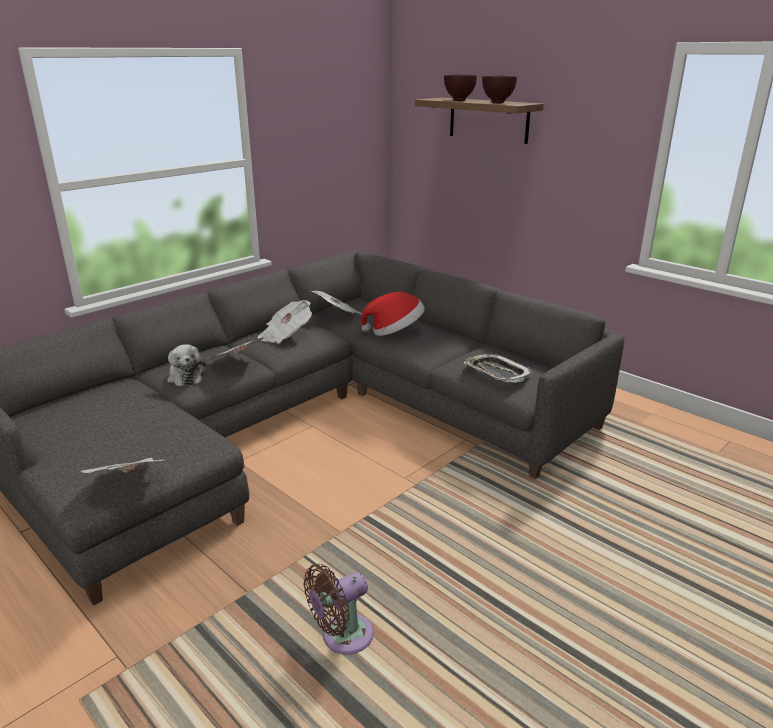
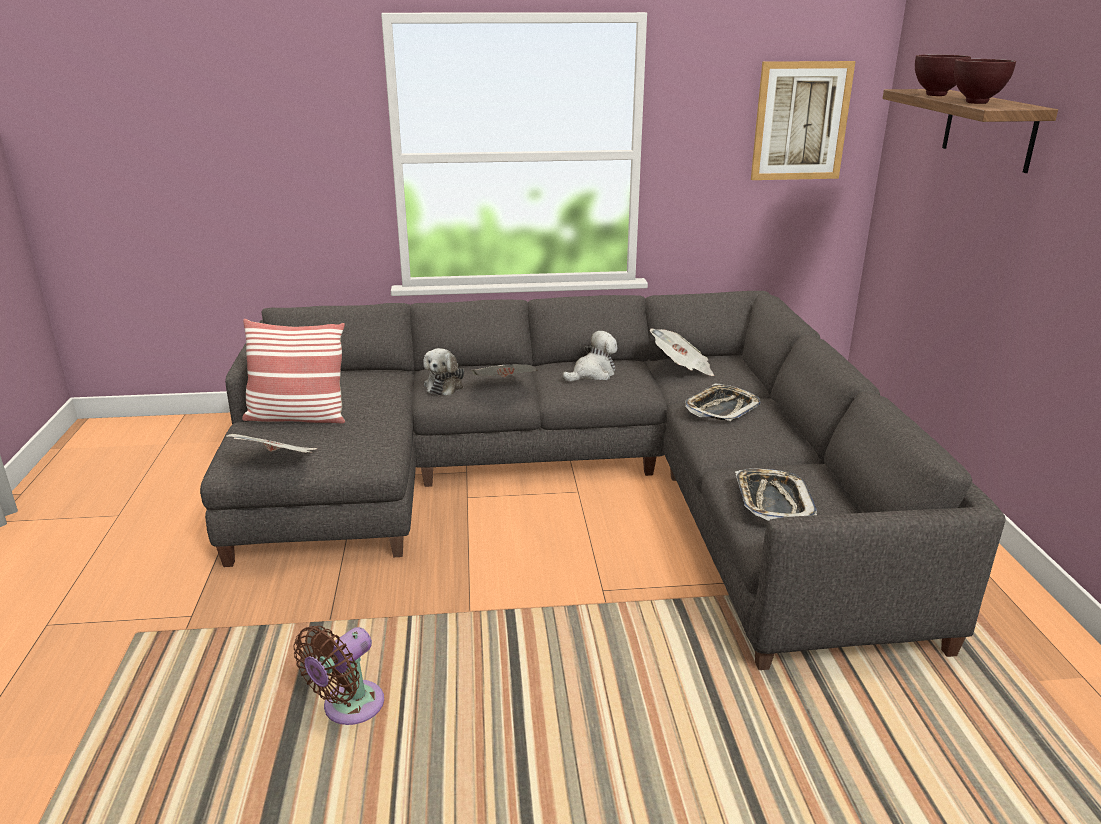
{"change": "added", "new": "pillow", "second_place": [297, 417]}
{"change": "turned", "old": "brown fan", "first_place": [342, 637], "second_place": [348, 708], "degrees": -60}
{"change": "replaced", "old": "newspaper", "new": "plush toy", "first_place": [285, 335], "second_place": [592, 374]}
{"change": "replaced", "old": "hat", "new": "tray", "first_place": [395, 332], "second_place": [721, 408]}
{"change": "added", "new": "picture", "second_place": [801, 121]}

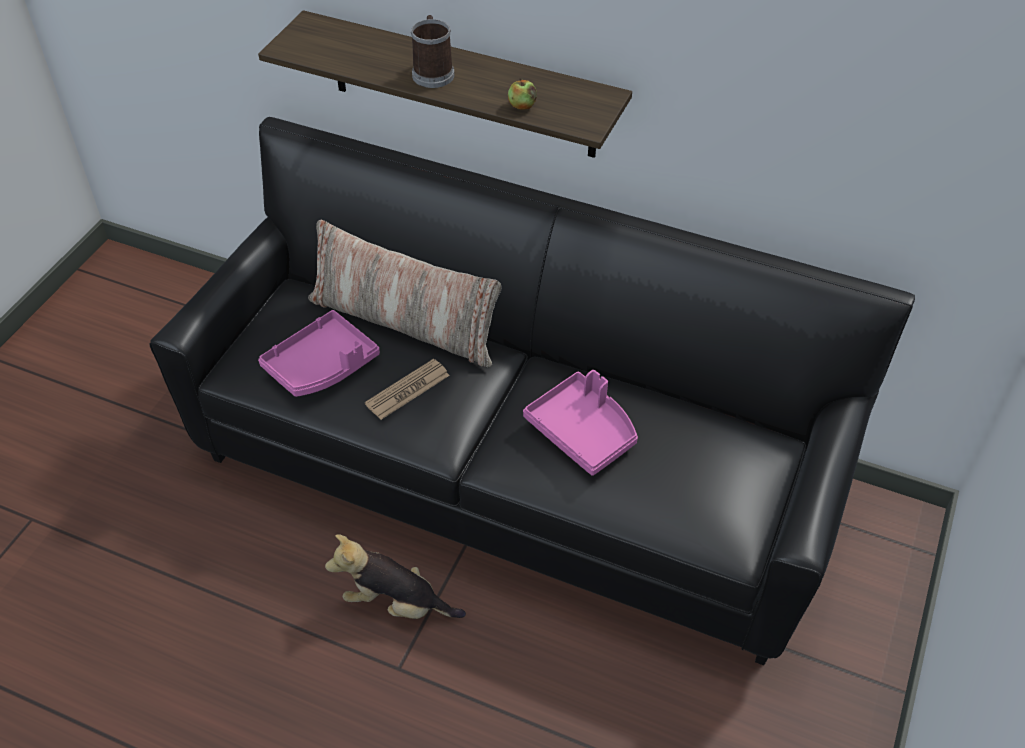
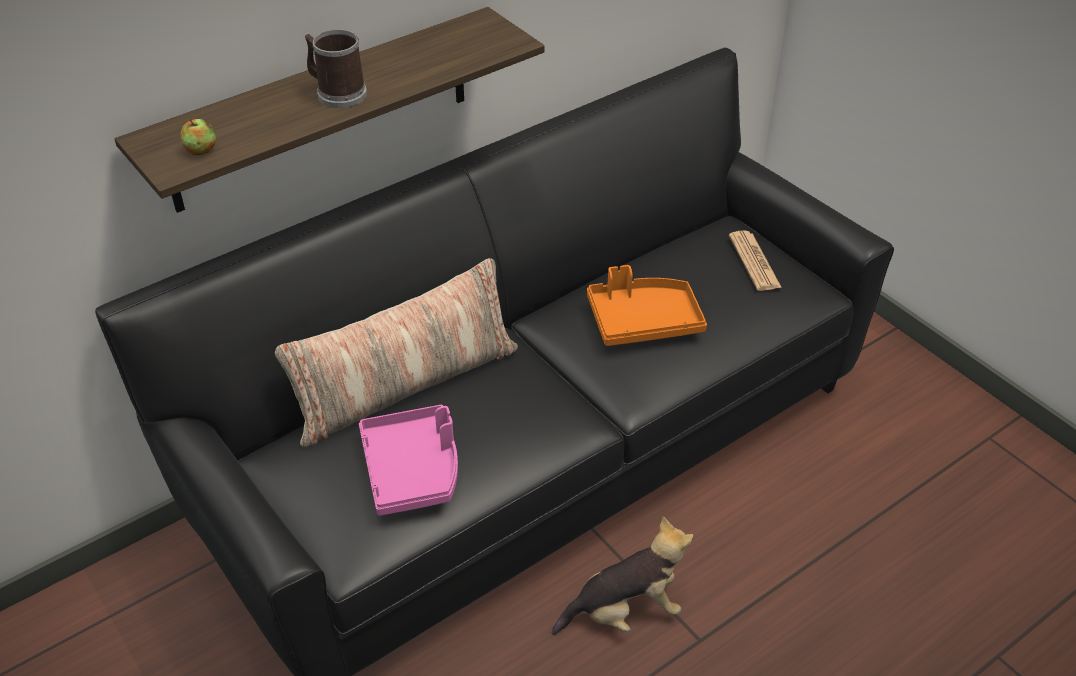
{"change": "moved", "old": "apple", "first_place": [522, 105], "second_place": [201, 150]}
{"change": "turned", "old": "plush toy", "first_place": [396, 604], "second_place": [625, 611], "degrees": -150}
{"change": "recoloured", "old": "pink tray", "new": "orange tray", "first_place": [583, 431], "second_place": [643, 321]}
{"change": "moved", "old": "newspaper", "first_place": [407, 390], "second_place": [754, 261]}

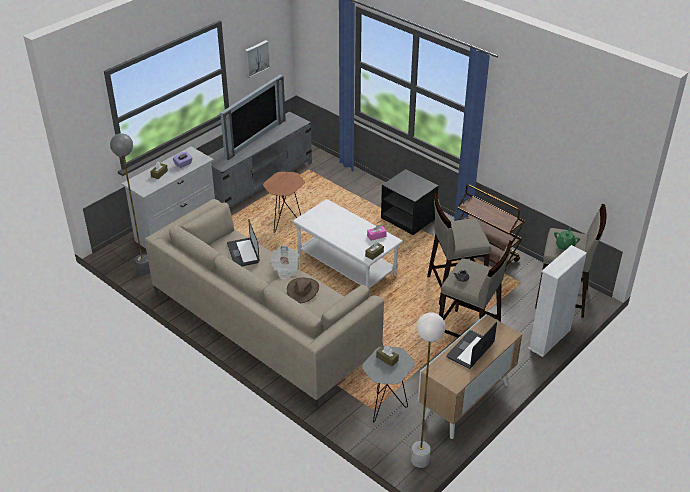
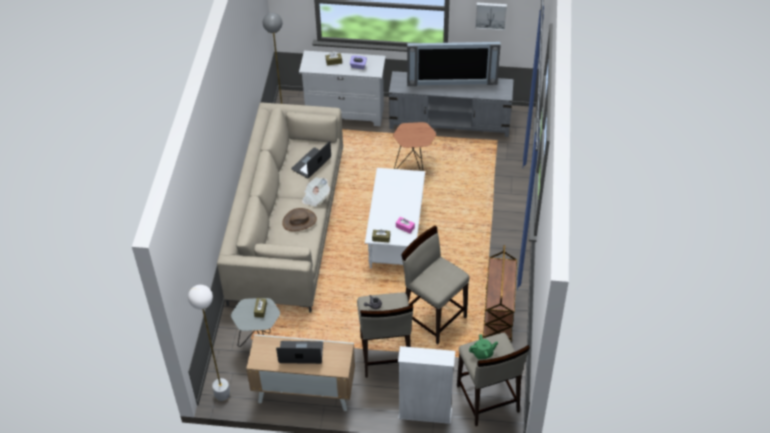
{"change": "removed", "old": "black nightstand", "first_place": [409, 218]}

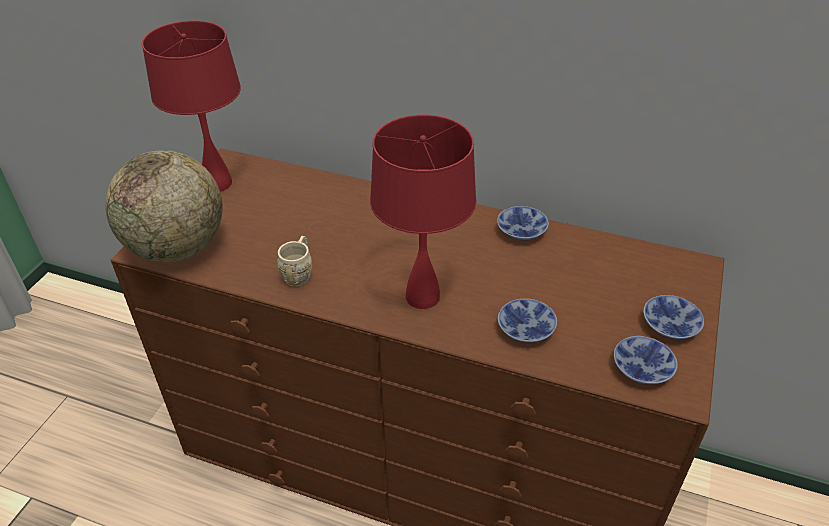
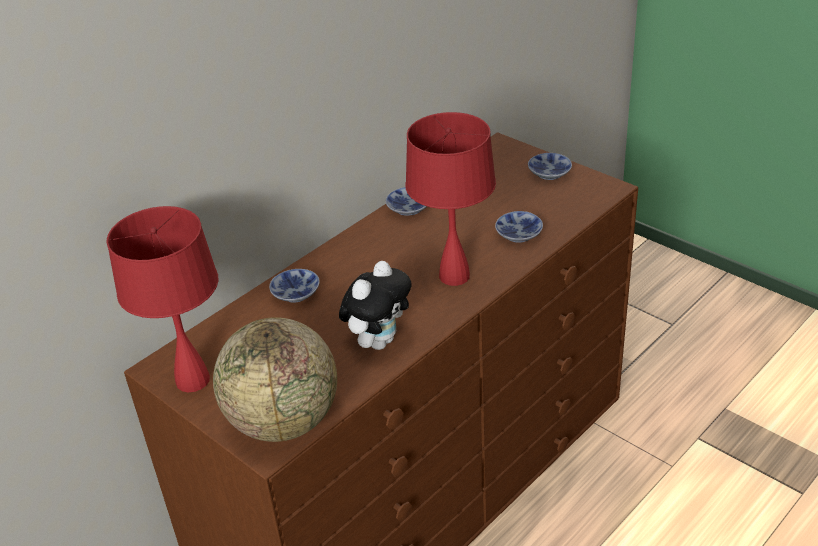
{"change": "moved", "old": "bowl", "first_place": [644, 370], "second_place": [297, 293]}
{"change": "replaced", "old": "beige mug", "new": "plush toy", "first_place": [299, 272], "second_place": [379, 341]}

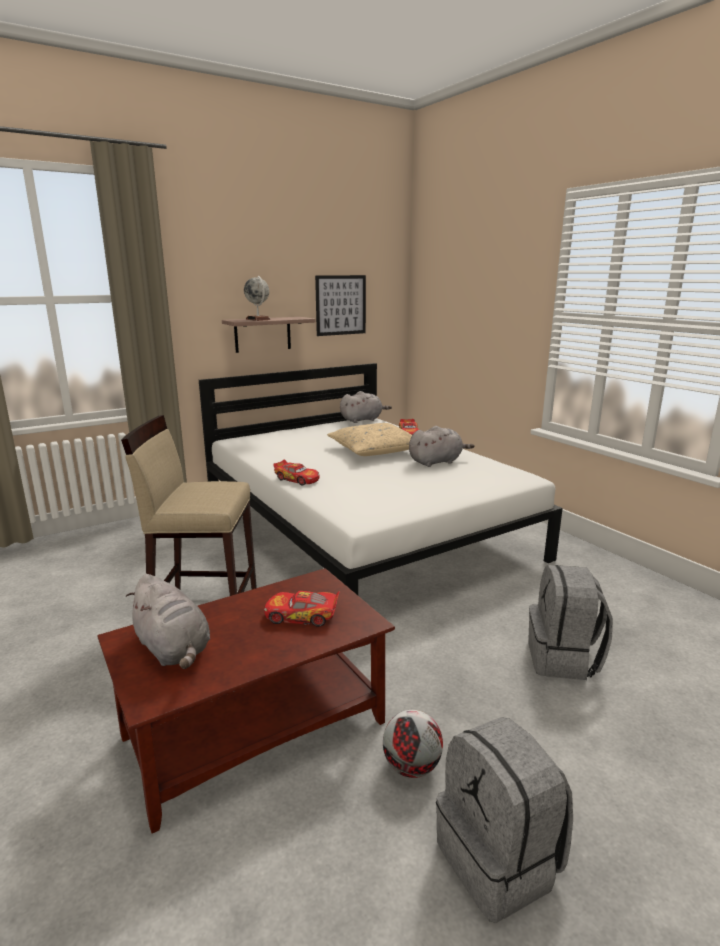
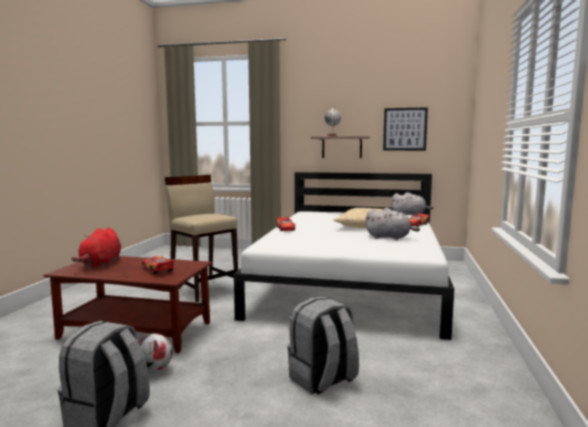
{"change": "recoloured", "old": "grey plush toy", "new": "red plush toy", "first_place": [173, 649], "second_place": [101, 264]}

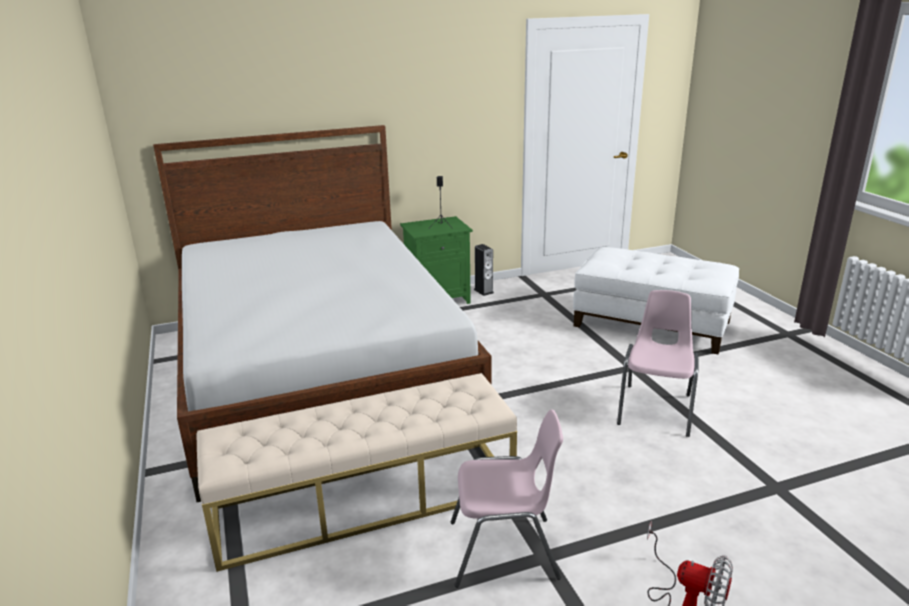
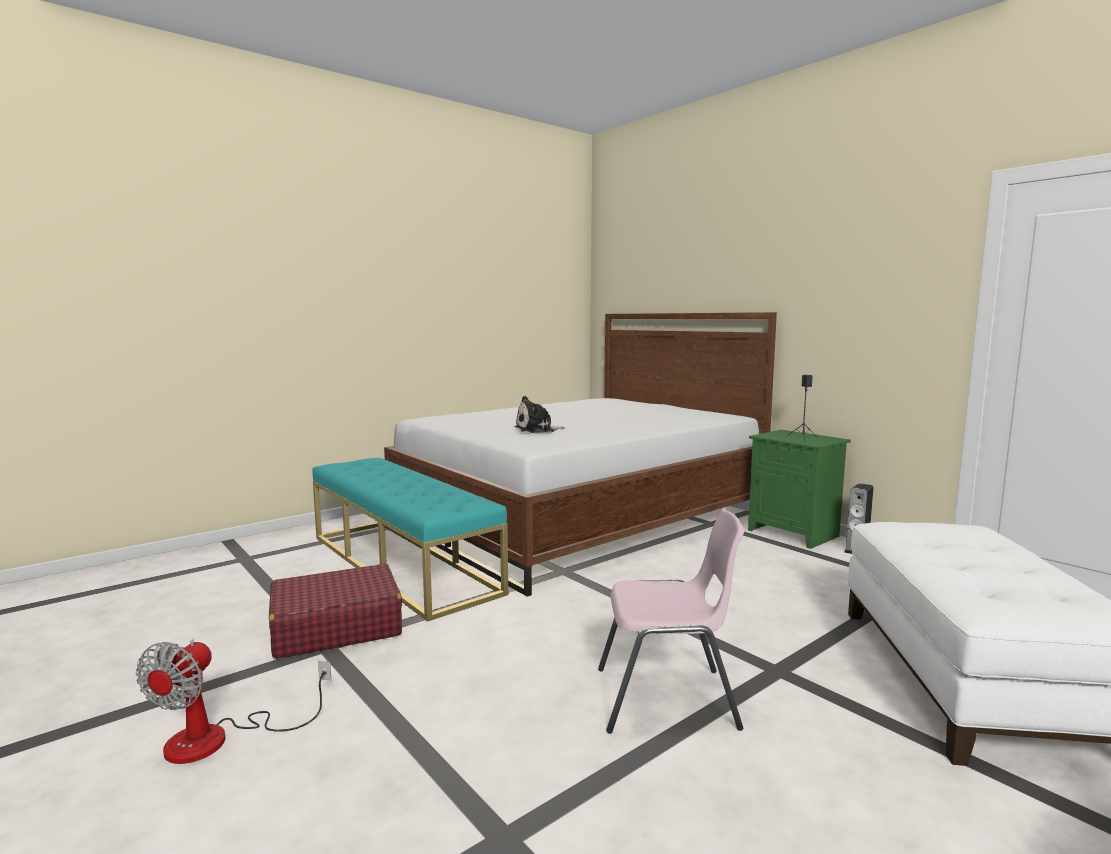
{"change": "replaced", "old": "pink chair", "new": "red suitcase", "first_place": [505, 551], "second_place": [335, 627]}
{"change": "recoloured", "old": "beige bench", "new": "turquoise bench", "first_place": [365, 499], "second_place": [402, 563]}
{"change": "added", "new": "plush toy", "second_place": [537, 430]}

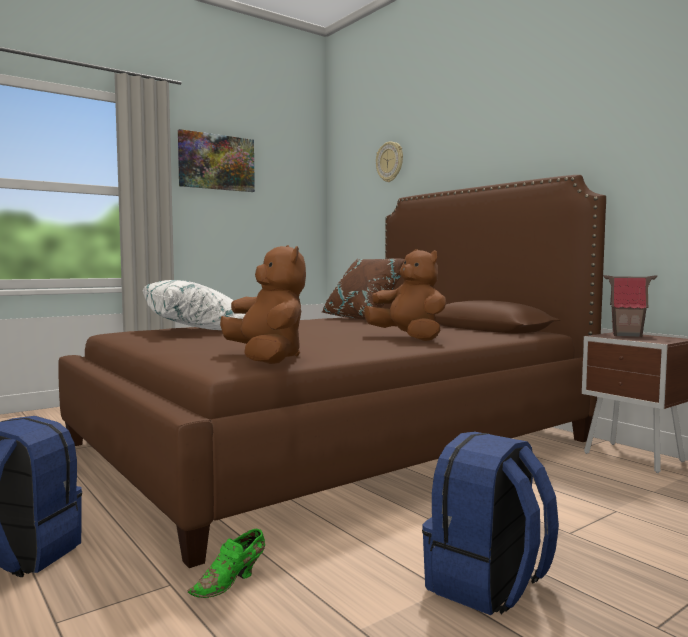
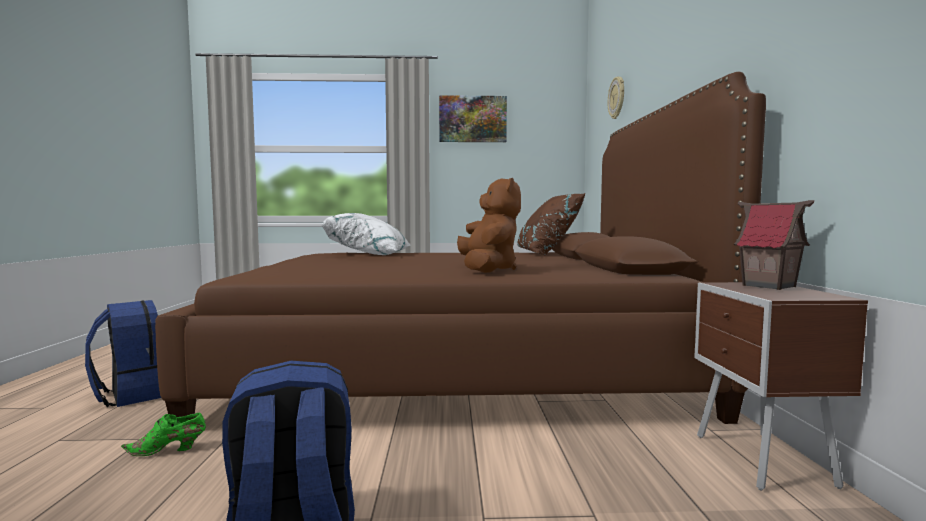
{"change": "removed", "old": "brown plush toy", "first_place": [266, 358]}

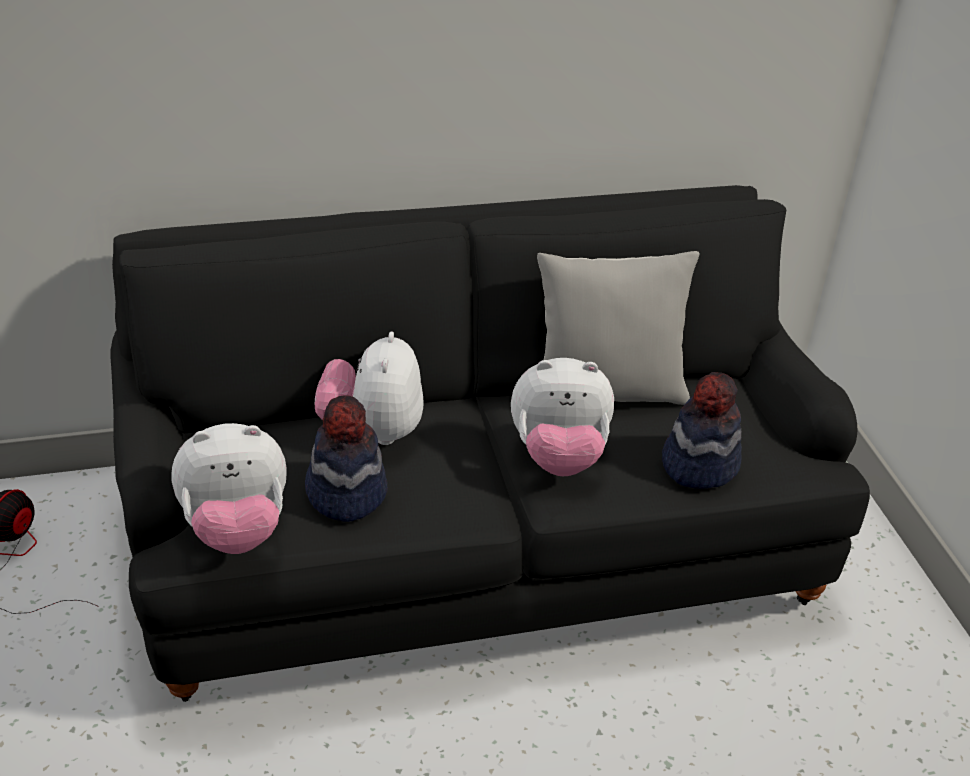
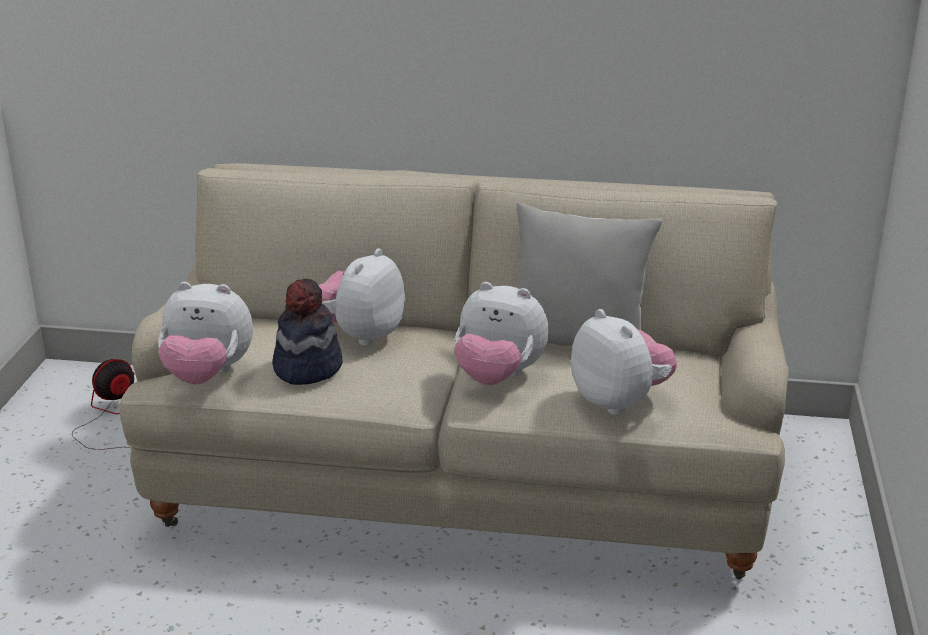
{"change": "recoloured", "old": "black sofa", "new": "beige sofa", "first_place": [473, 544], "second_place": [464, 475]}
{"change": "replaced", "old": "hat", "new": "plush toy", "first_place": [699, 464], "second_place": [620, 402]}

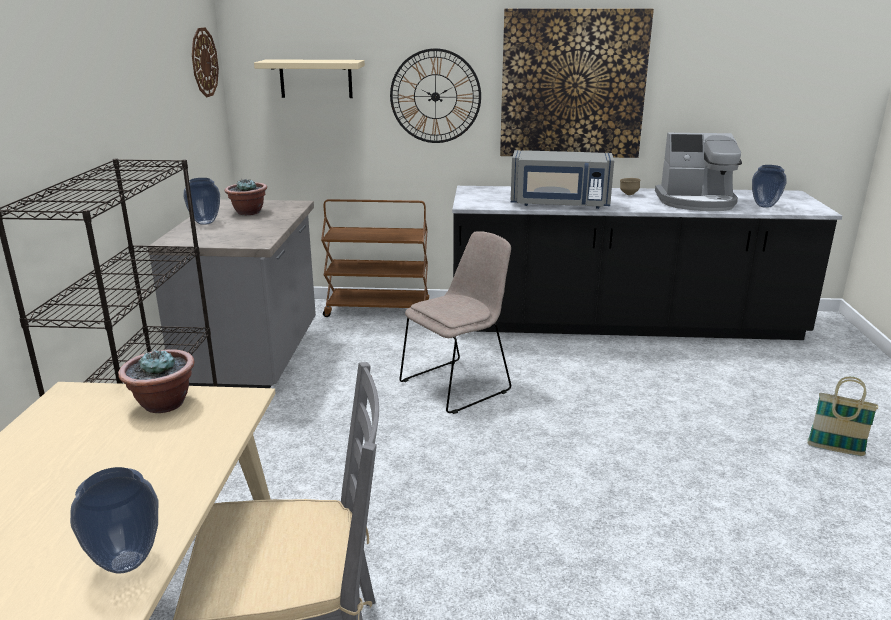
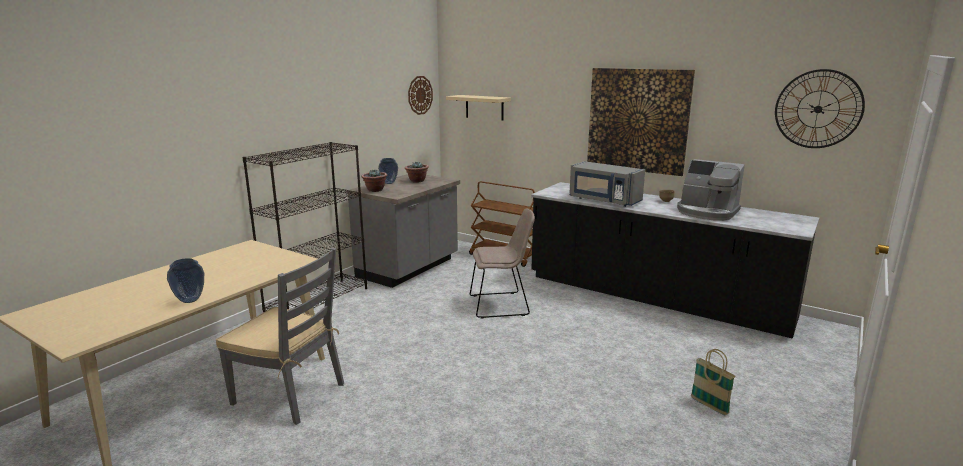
{"change": "moved", "old": "potted plant", "first_place": [163, 404], "second_place": [375, 190]}
{"change": "moved", "old": "wall clock", "first_place": [435, 96], "second_place": [818, 109]}
{"change": "removed", "old": "vase", "first_place": [765, 206]}

